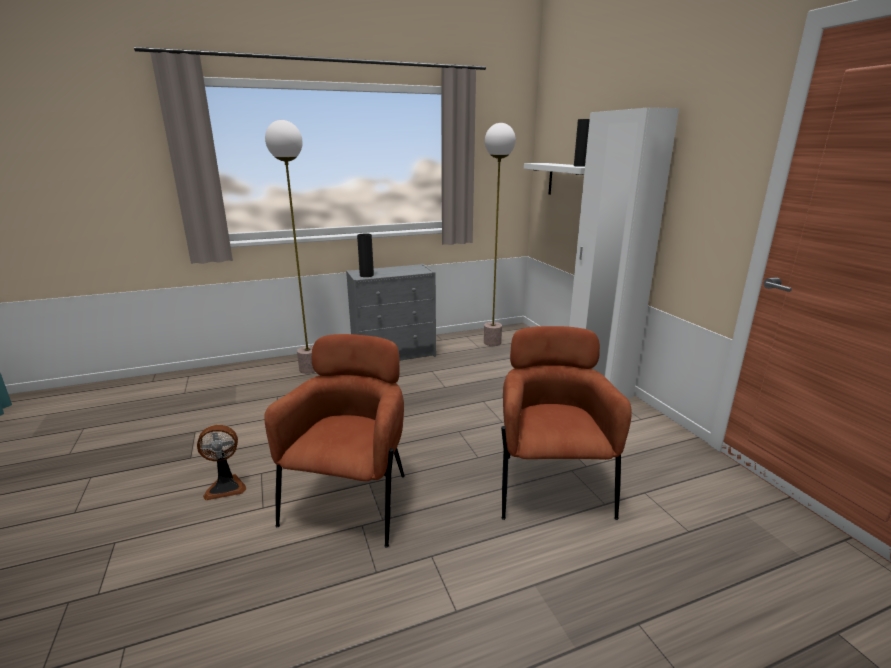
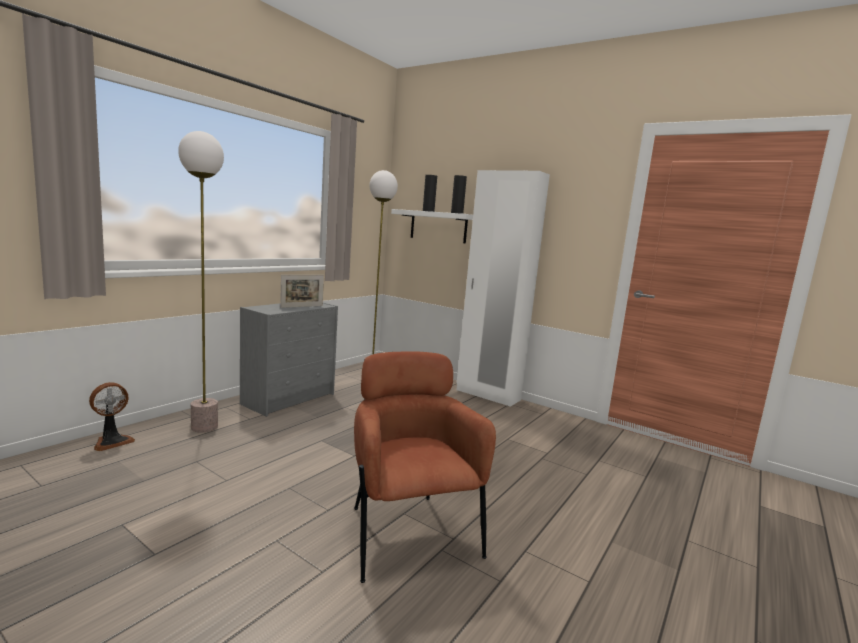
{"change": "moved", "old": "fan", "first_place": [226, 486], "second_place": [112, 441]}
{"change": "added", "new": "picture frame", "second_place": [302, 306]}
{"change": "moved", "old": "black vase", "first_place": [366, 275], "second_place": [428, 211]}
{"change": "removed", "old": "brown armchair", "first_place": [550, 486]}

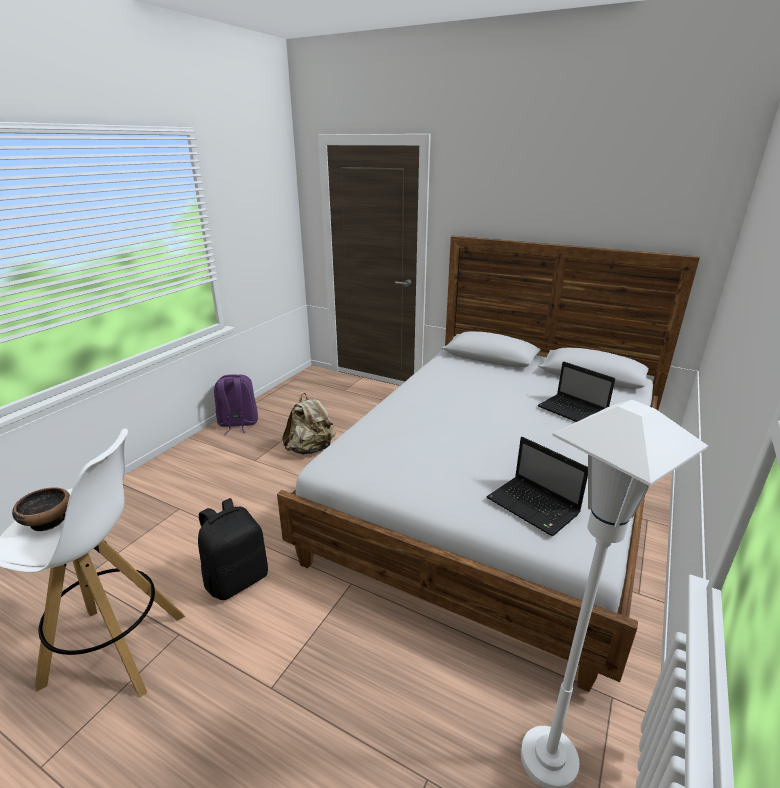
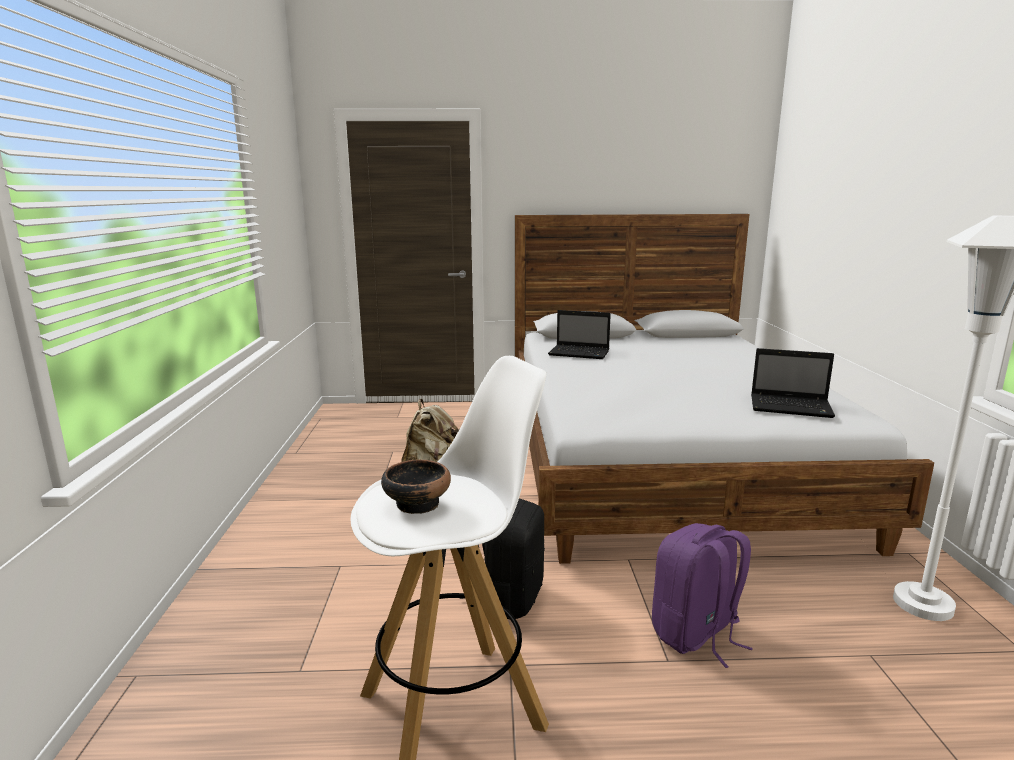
{"change": "moved", "old": "laptop", "first_place": [573, 411], "second_place": [580, 353]}
{"change": "moved", "old": "purple backpack", "first_place": [238, 424], "second_place": [696, 635]}

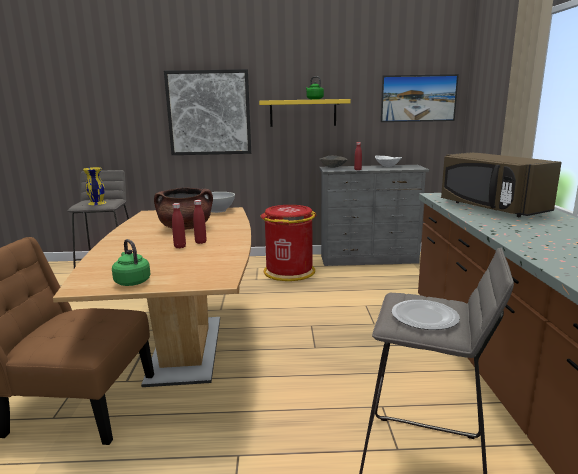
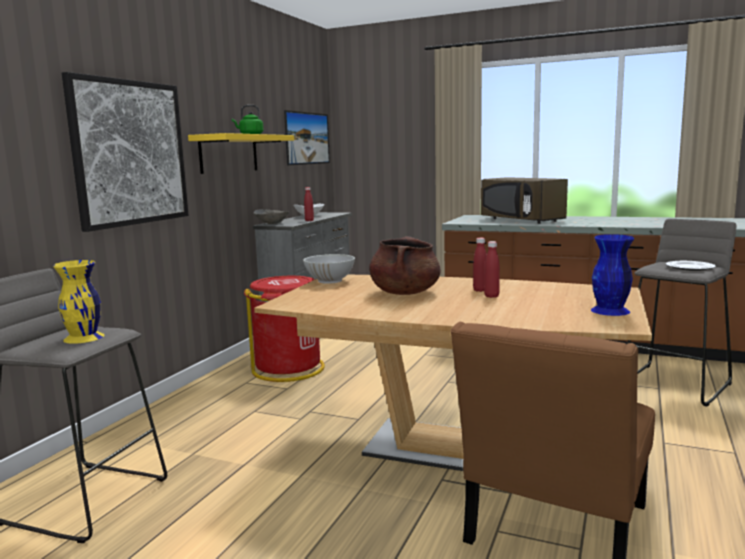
{"change": "turned", "old": "brown microwave", "first_place": [490, 208], "second_place": [520, 220], "degrees": 60}
{"change": "replaced", "old": "green kettle", "new": "blue vase", "first_place": [132, 281], "second_place": [609, 311]}

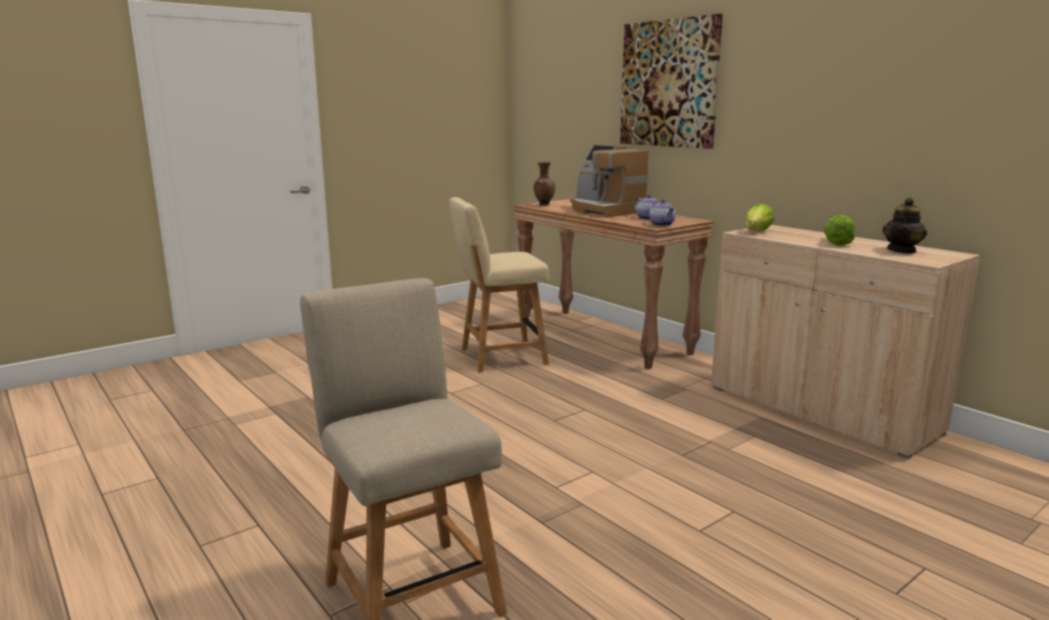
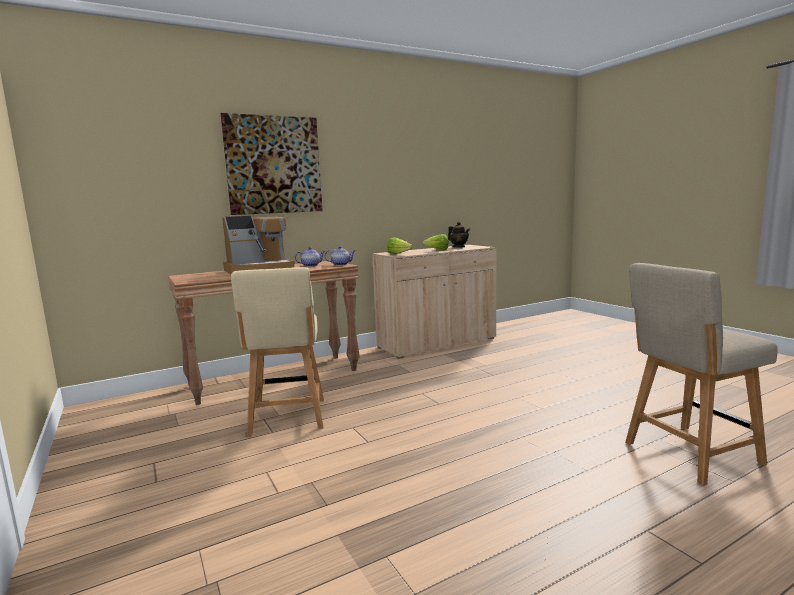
{"change": "removed", "old": "brown vase", "first_place": [543, 205]}

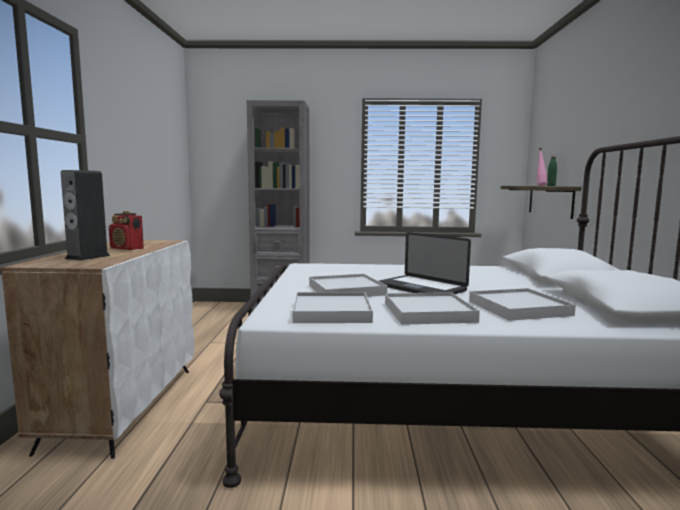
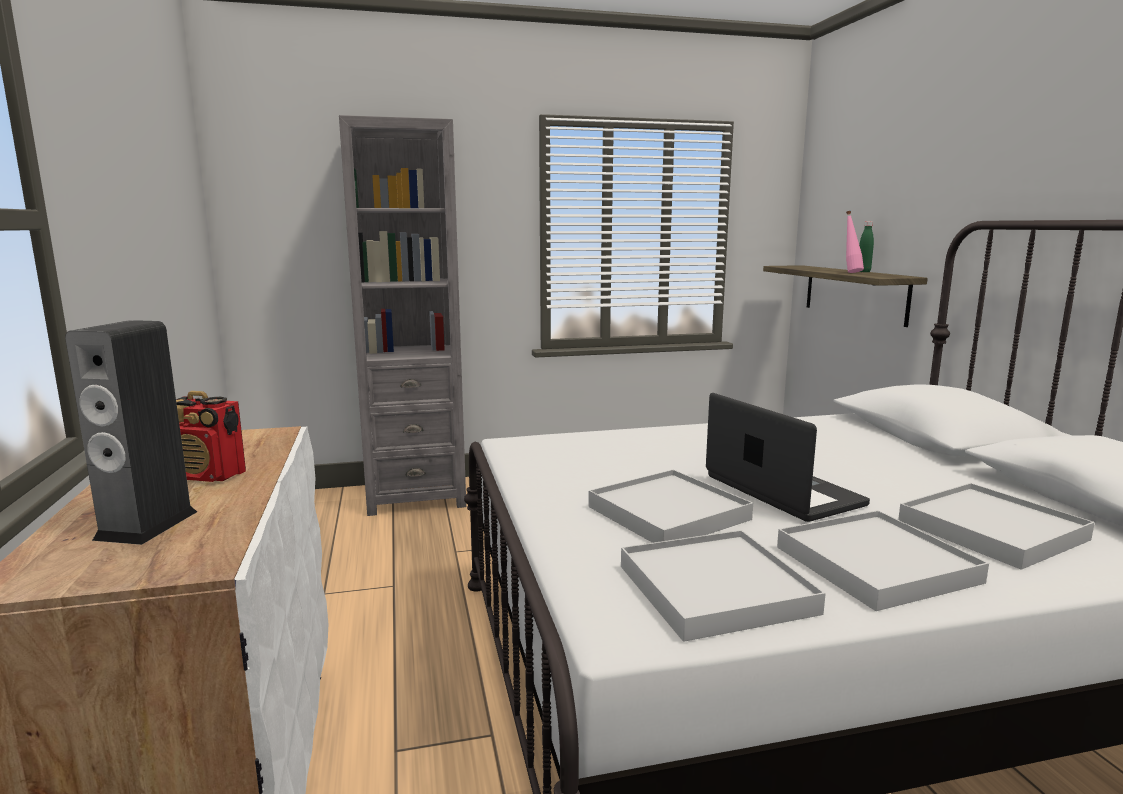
{"change": "turned", "old": "laptop", "first_place": [421, 288], "second_place": [782, 491], "degrees": -150}

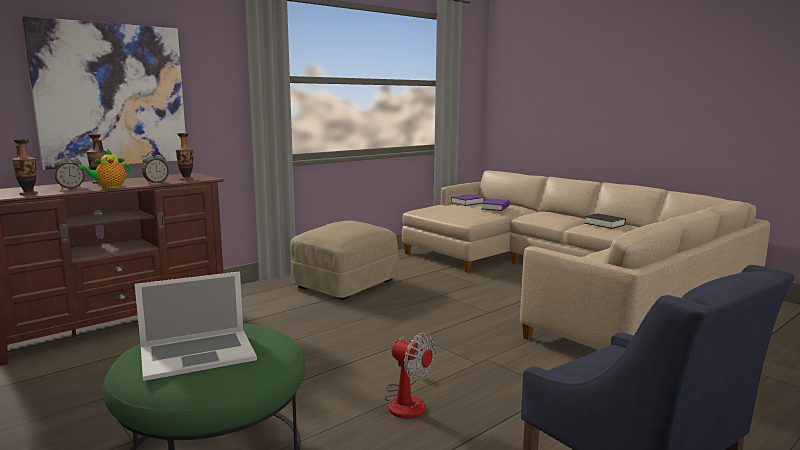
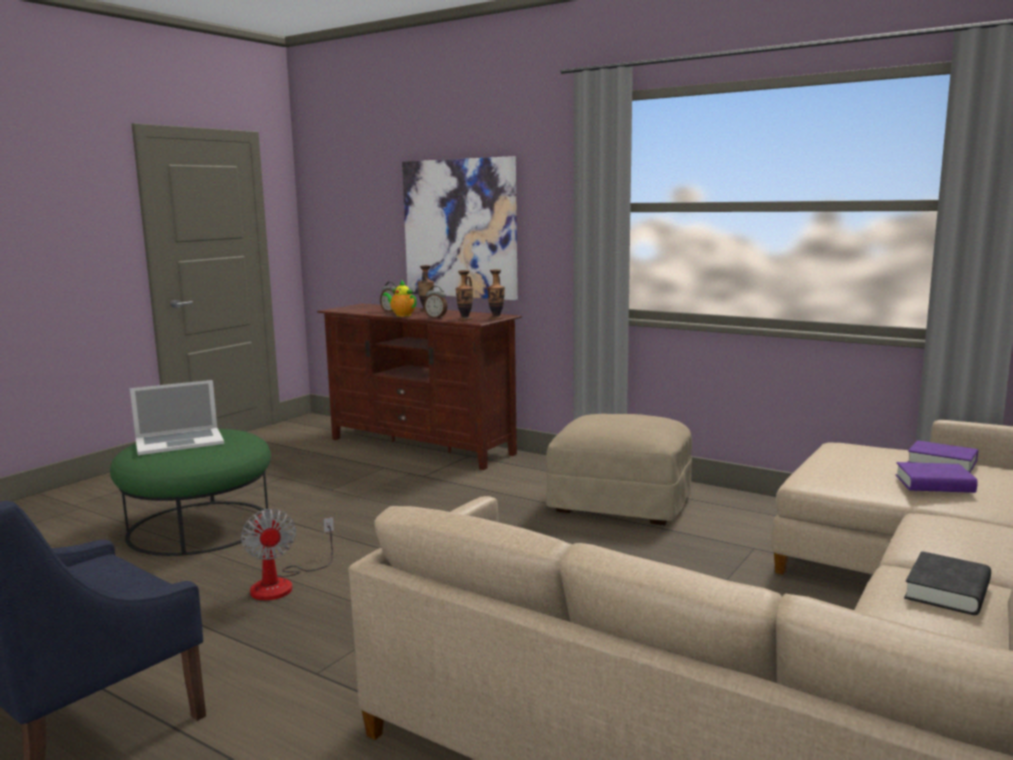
{"change": "turned", "old": "laptop", "first_place": [197, 354], "second_place": [179, 441], "degrees": -75}
{"change": "turned", "old": "fan", "first_place": [406, 401], "second_place": [283, 584], "degrees": -45}
{"change": "moved", "old": "vase", "first_place": [28, 194], "second_place": [496, 318]}

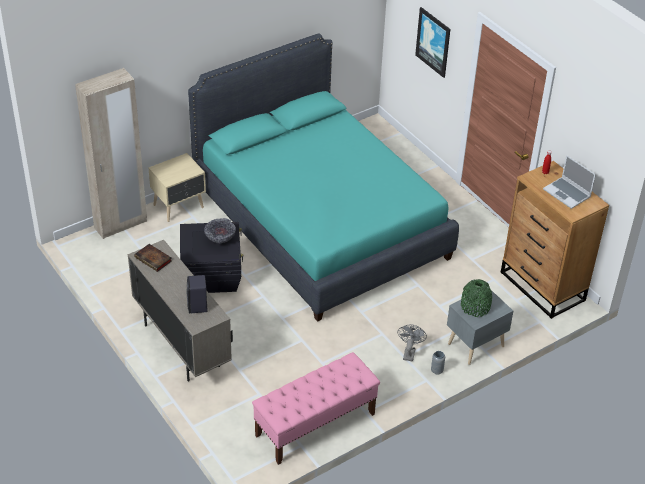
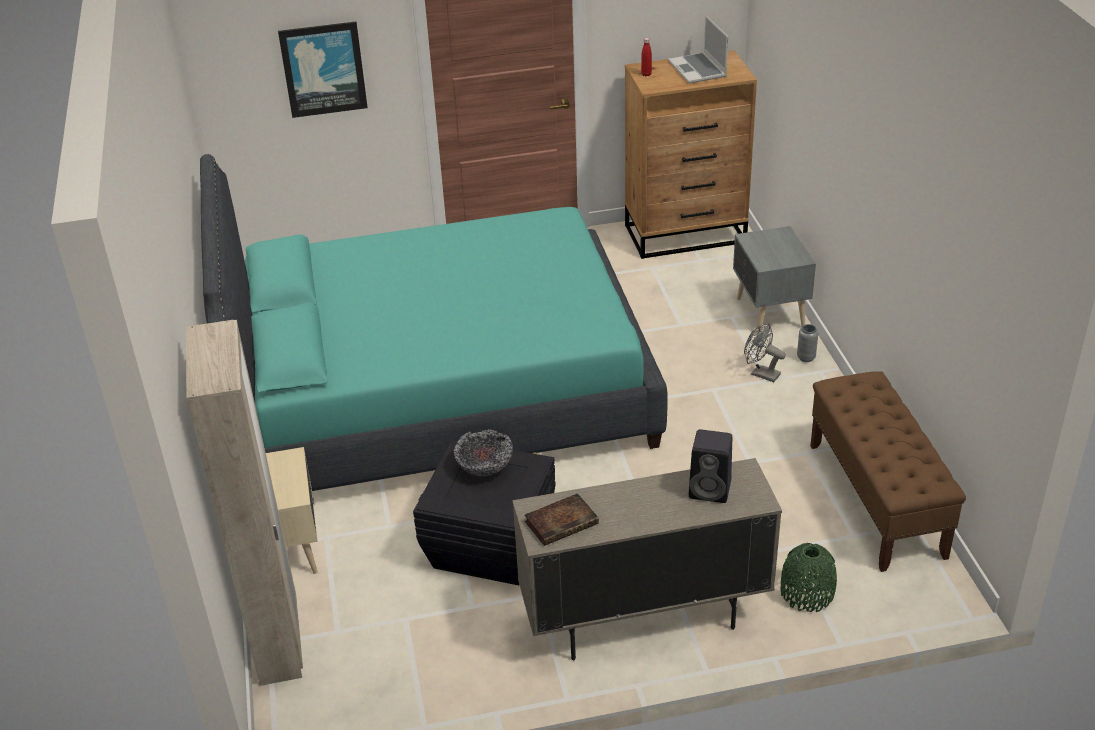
{"change": "turned", "old": "laptop", "first_place": [567, 193], "second_place": [698, 70], "degrees": 90}
{"change": "moved", "old": "green vase", "first_place": [475, 307], "second_place": [807, 593]}
{"change": "recoloured", "old": "pink bench", "new": "brown bench", "first_place": [315, 425], "second_place": [876, 500]}

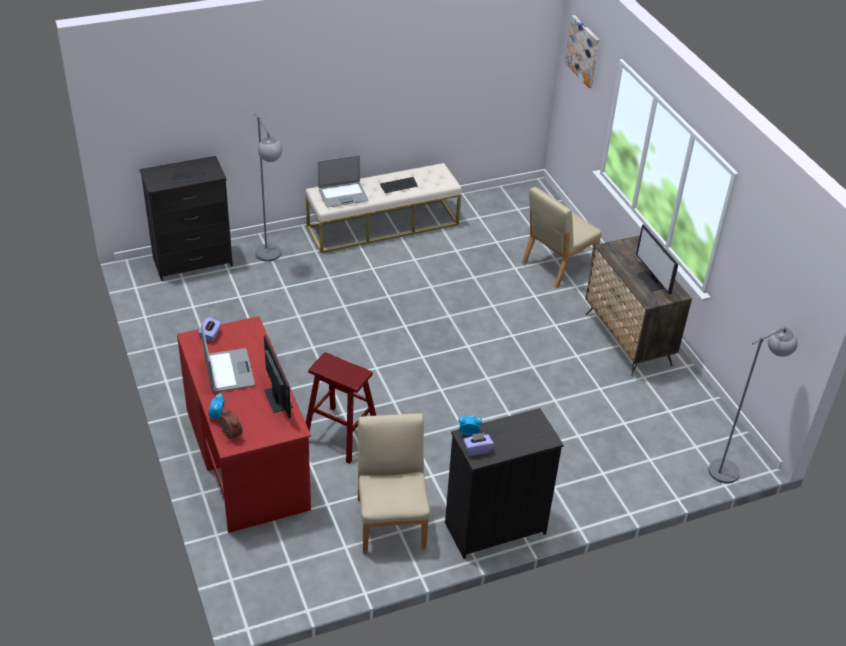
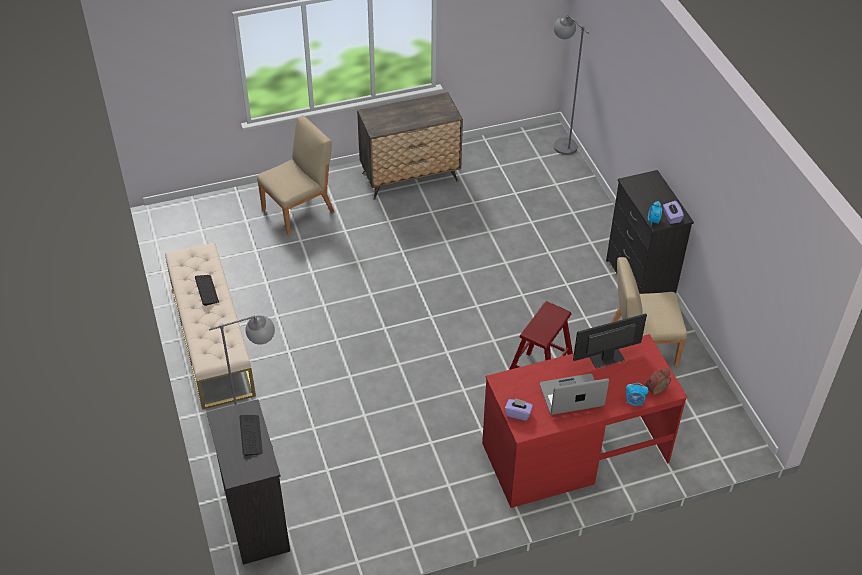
{"change": "turned", "old": "beige chair", "first_place": [557, 265], "second_place": [299, 210], "degrees": -90}
{"change": "removed", "old": "laptop", "first_place": [343, 195]}
{"change": "removed", "old": "picture", "first_place": [583, 51]}
{"change": "removed", "old": "monitor", "first_place": [652, 281]}

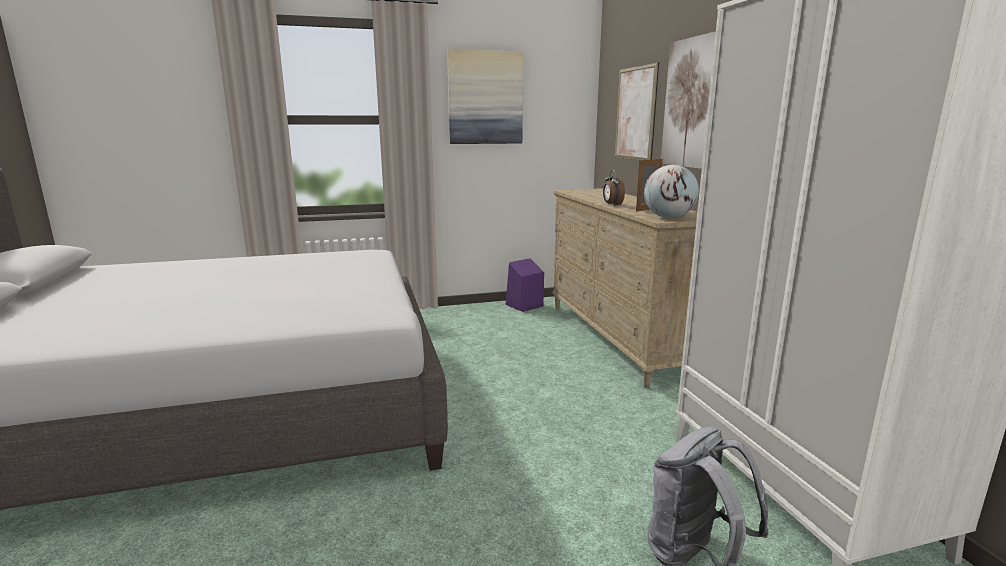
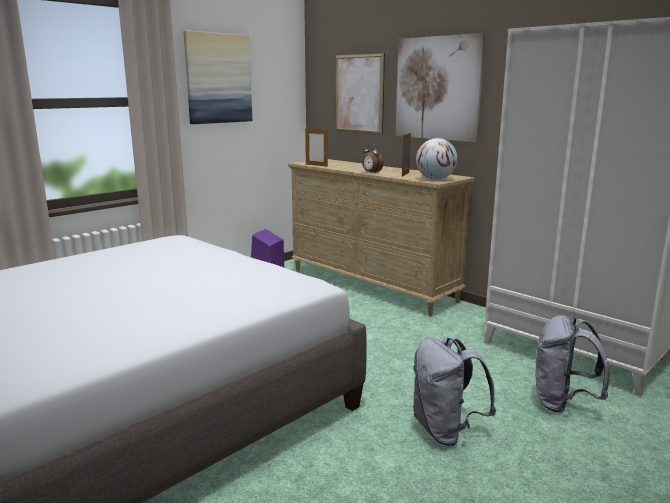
{"change": "added", "new": "picture frame", "second_place": [316, 165]}
{"change": "added", "new": "grey backpack", "second_place": [446, 431]}

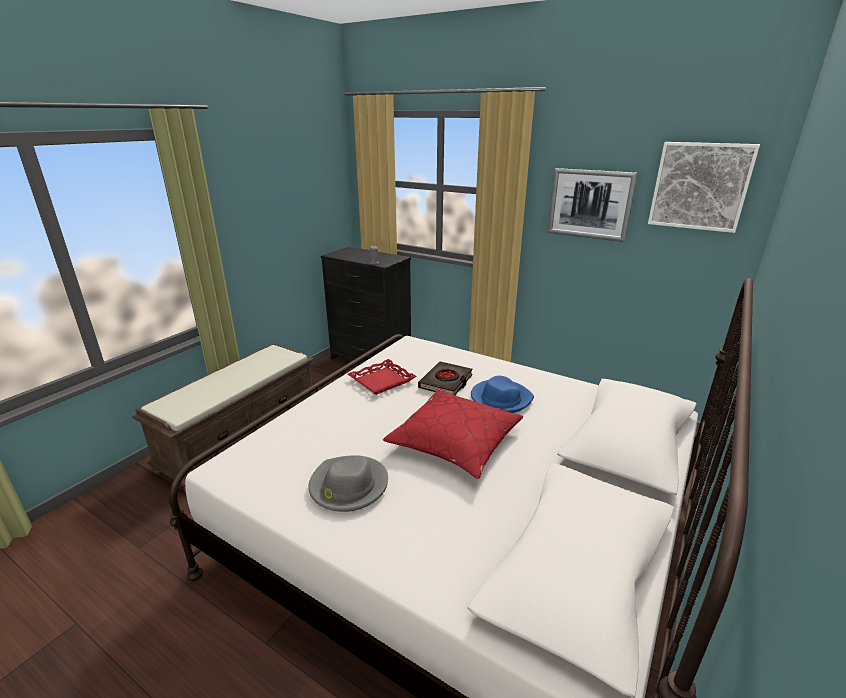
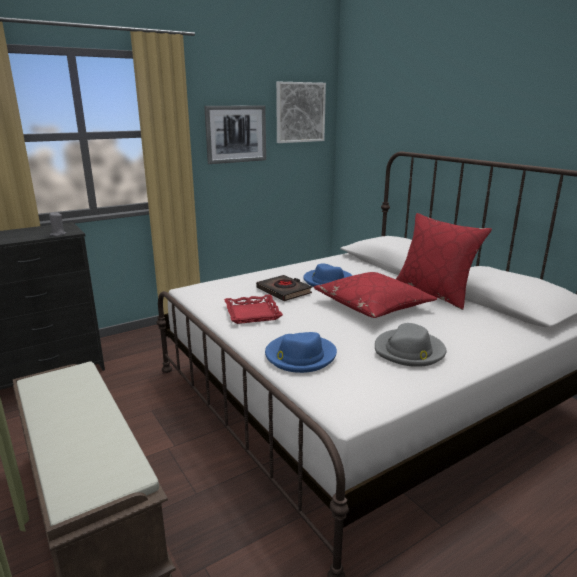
{"change": "added", "new": "blue hat", "second_place": [300, 356]}
{"change": "added", "new": "red pillow", "second_place": [434, 293]}

